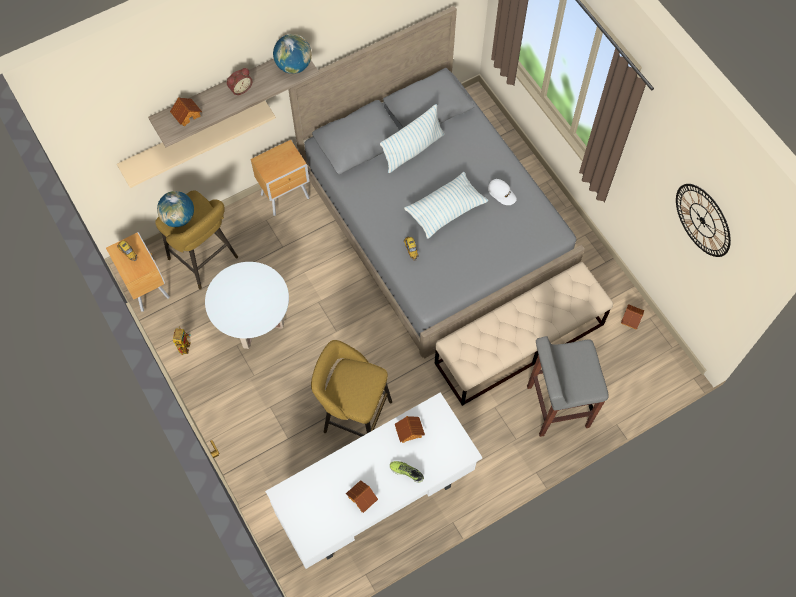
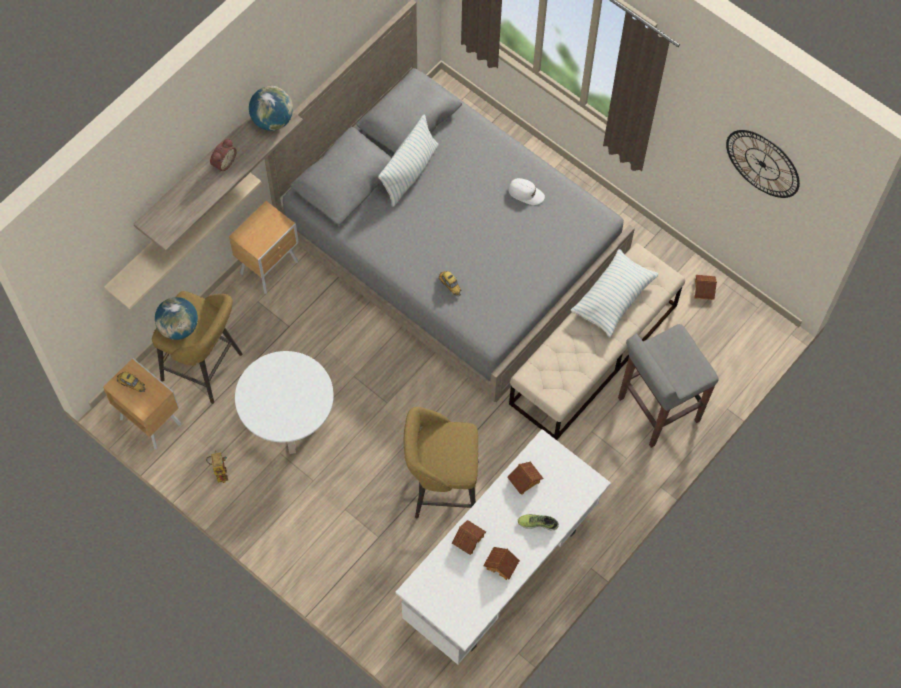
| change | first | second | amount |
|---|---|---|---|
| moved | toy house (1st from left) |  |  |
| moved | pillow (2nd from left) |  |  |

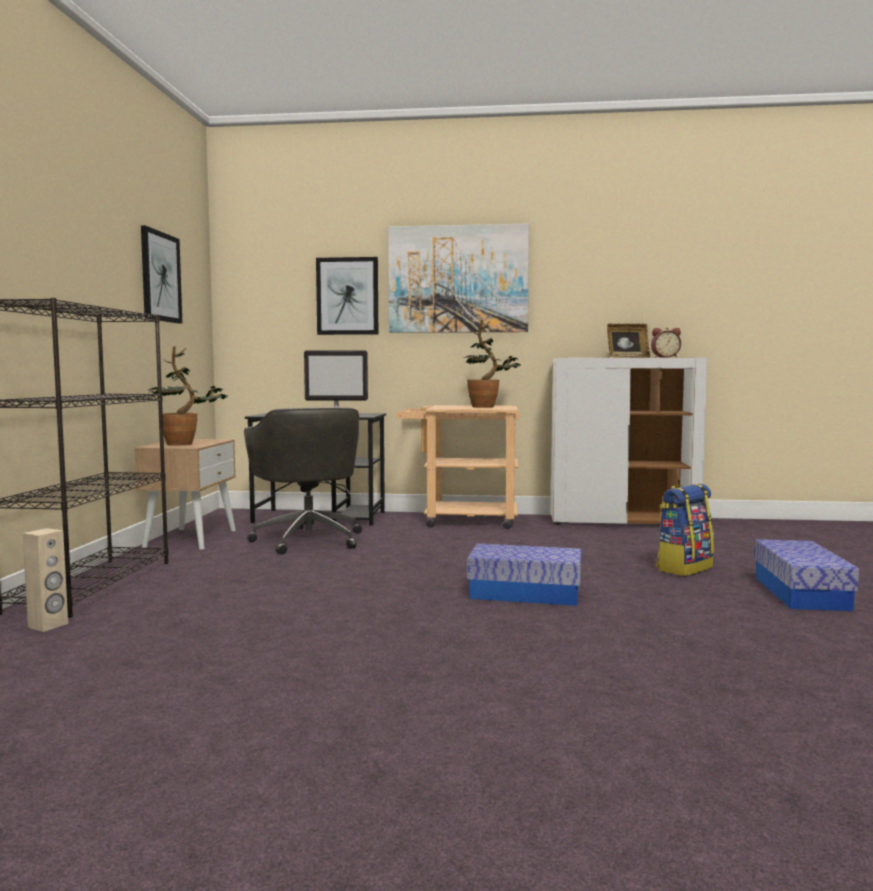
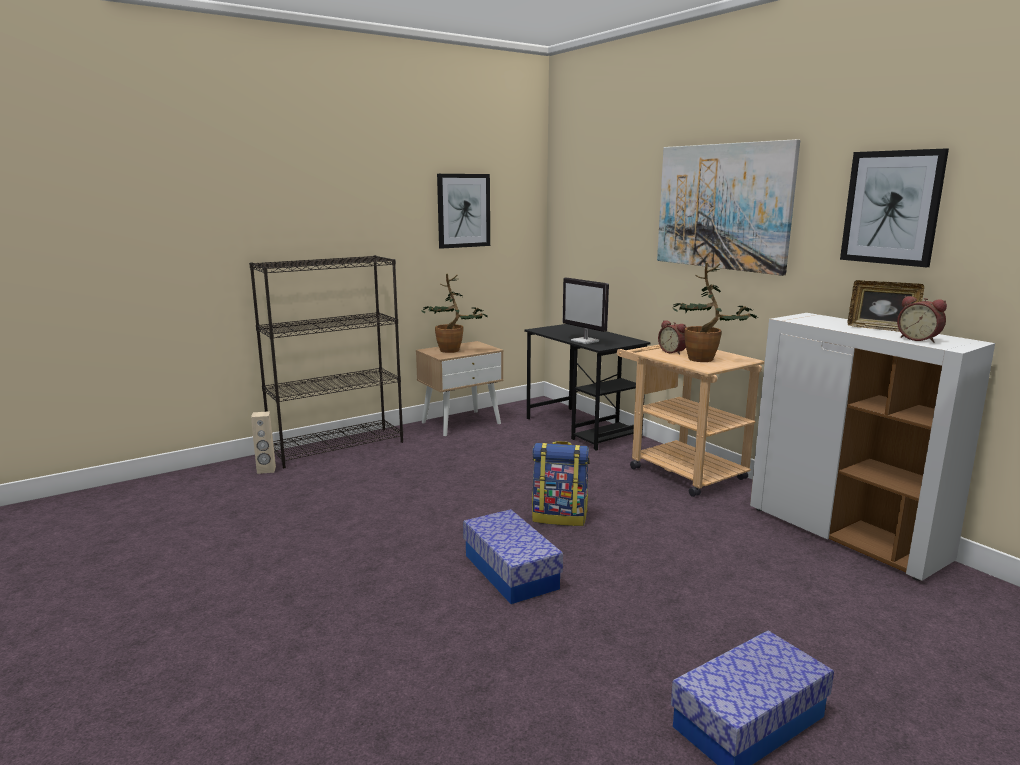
| change | first | second | amount |
|---|---|---|---|
| removed | grey office chair |  |  |
| added |  | alarm clock (1st from left) |  |
| moved | picture (2nd from left in the first image) | picture (3rd from left) |  |
| moved | backpack |  |  |

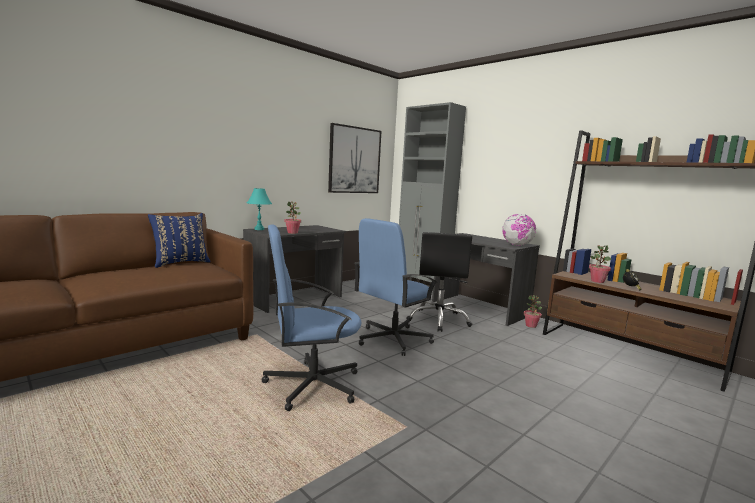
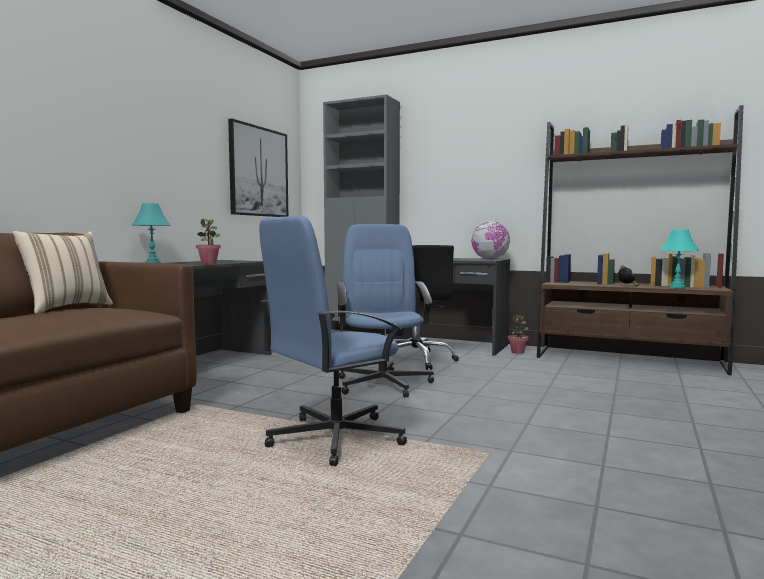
| change | first | second | amount |
|---|---|---|---|
| removed | potted plant (3rd from left) |  |  |
| added |  | turquoise table lamp (2nd from left) |  |
| recoloured | blue pillow | beige pillow |  |
| turned | blue office chair (2nd from left) |  | 150 degrees clockwise |

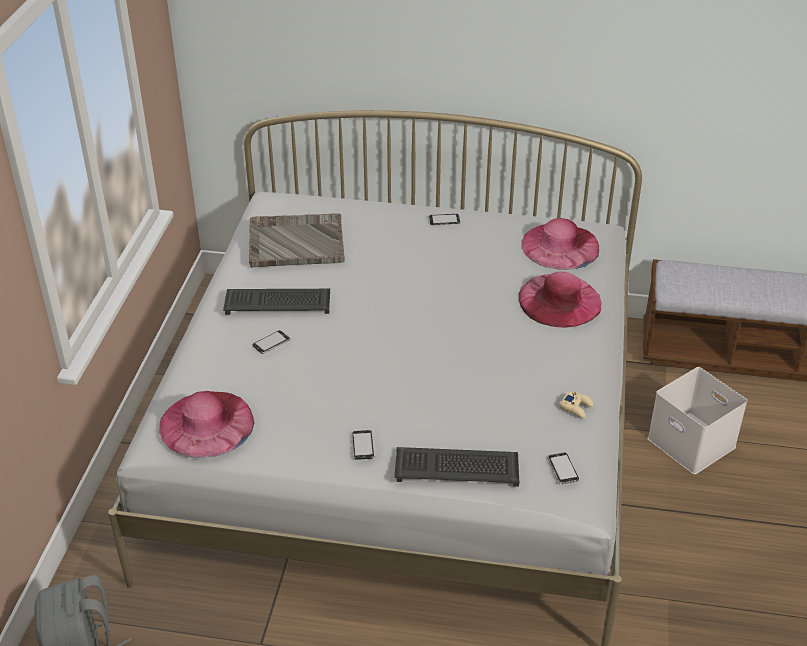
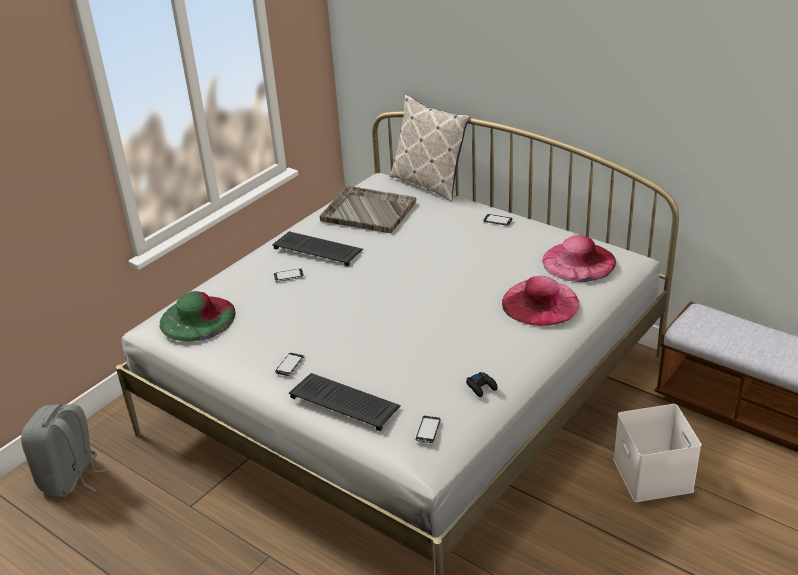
| change | first | second | amount |
|---|---|---|---|
| added |  | pillow |  |
| recoloured | pink hat (1st from left) | green hat |  |
| recoloured | beige game controller | black game controller |  |

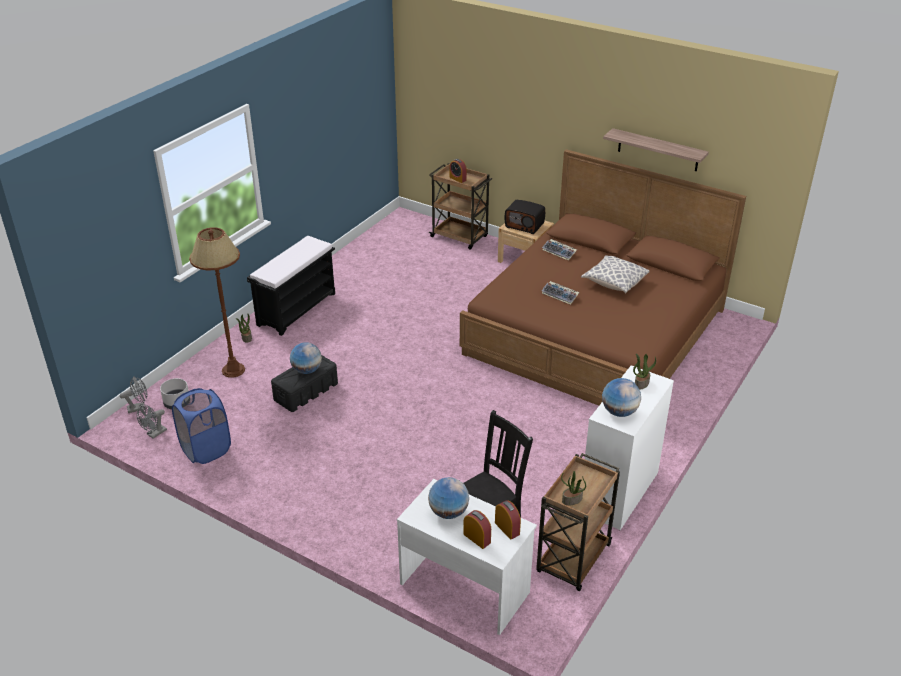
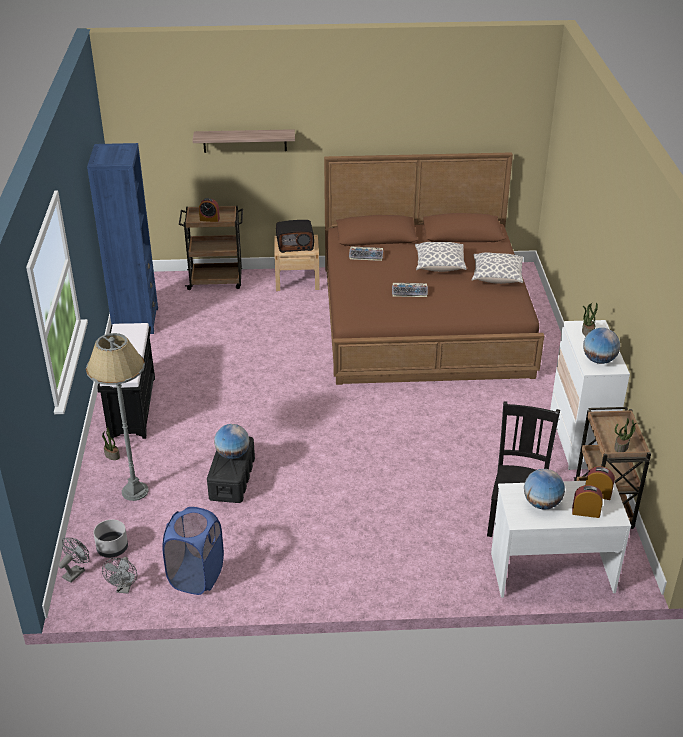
| change | first | second | amount |
|---|---|---|---|
| added |  | blue bookcase |  |
| added |  | pillow (2nd from left) |  |
| moved | shelf |  |  |
| recoloured | brown floor lamp | grey floor lamp |  |

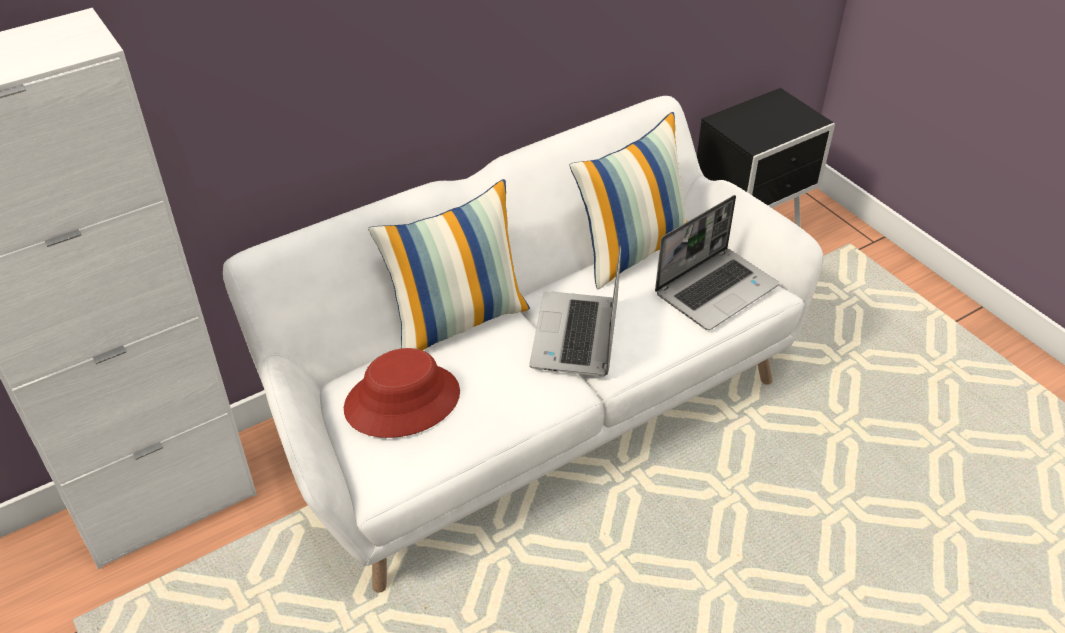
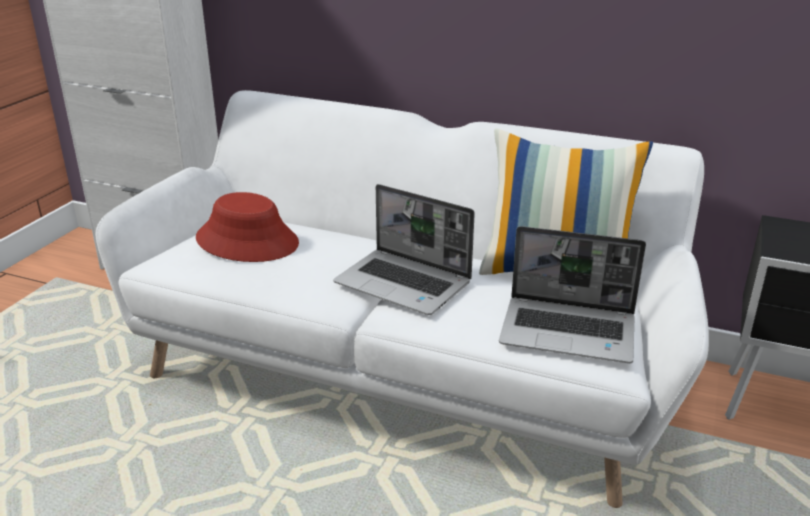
| change | first | second | amount |
|---|---|---|---|
| removed | pillow (1st from left) |  |  |
| turned | laptop (1st from left) |  | 120 degrees counterclockwise |

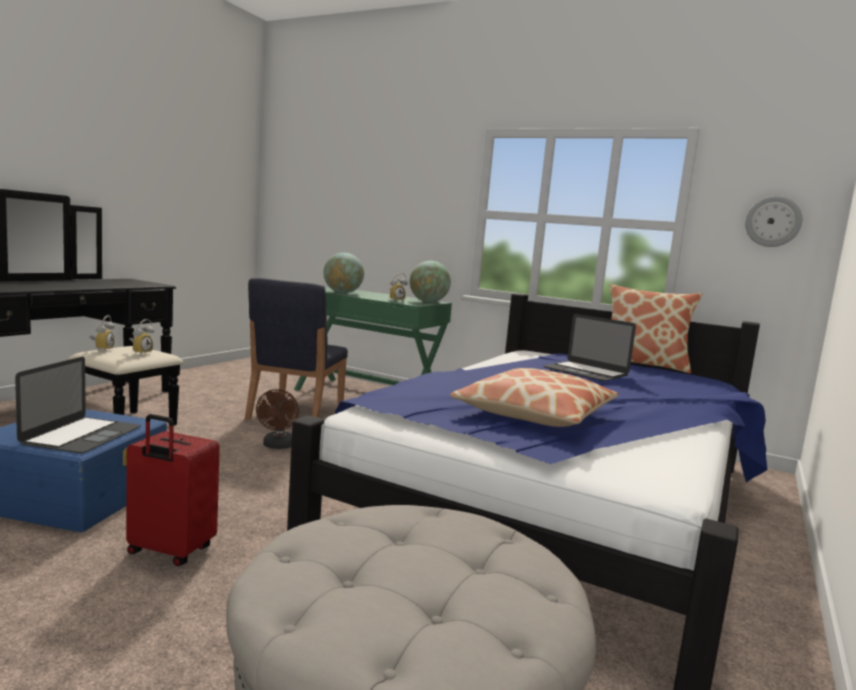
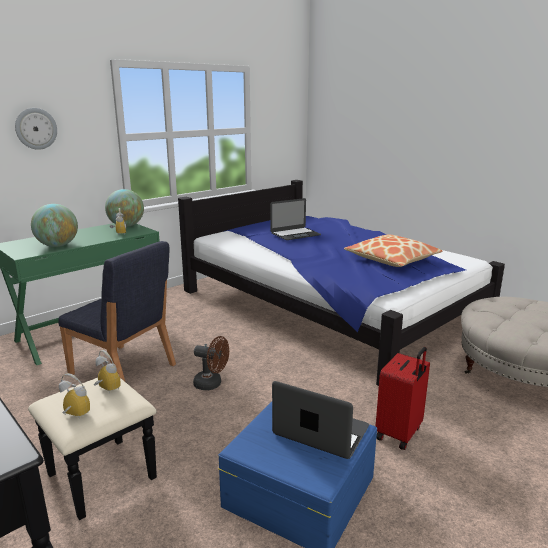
| change | first | second | amount |
|---|---|---|---|
| removed | pillow (2nd from left) |  |  |
| moved | wall clock |  |  |

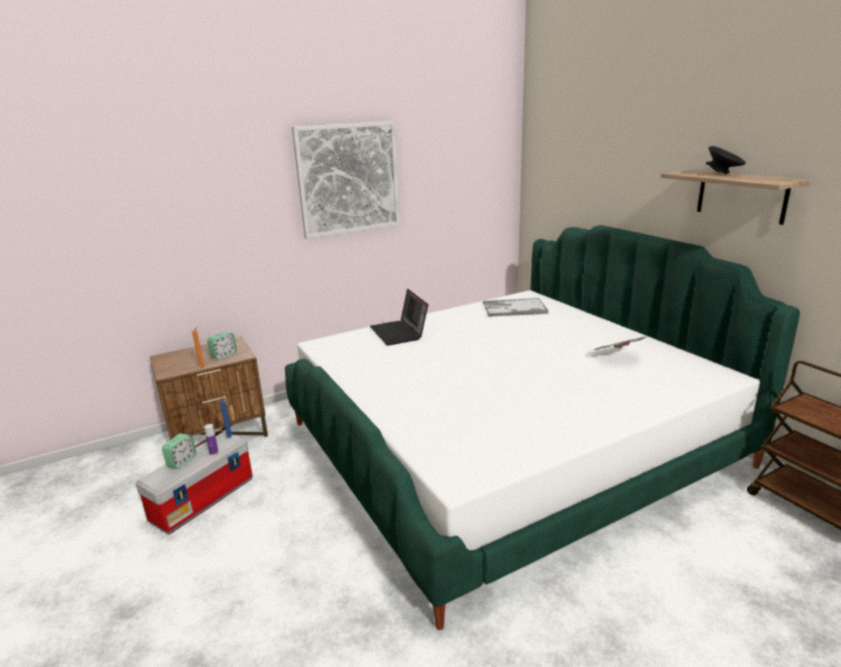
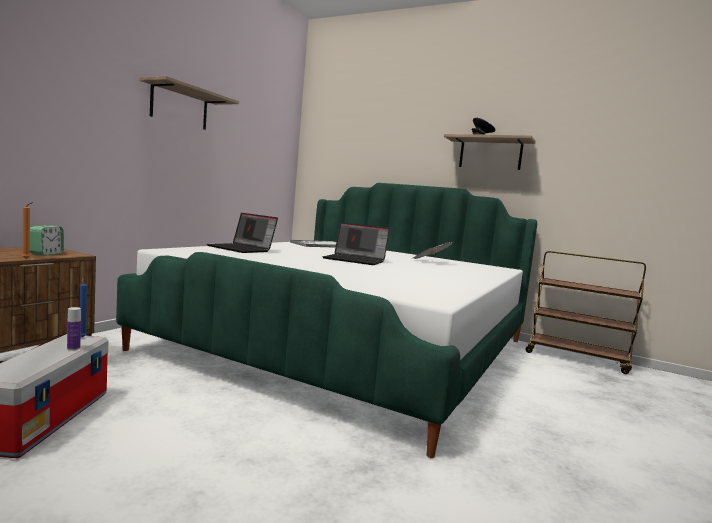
| change | first | second | amount |
|---|---|---|---|
| removed | alarm clock (1st from left) |  |  |
| added |  | laptop (2nd from left) |  |
| replaced | picture | shelf (1st from left) |  |

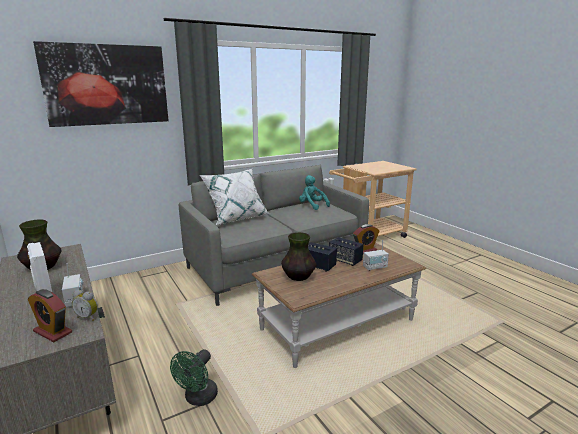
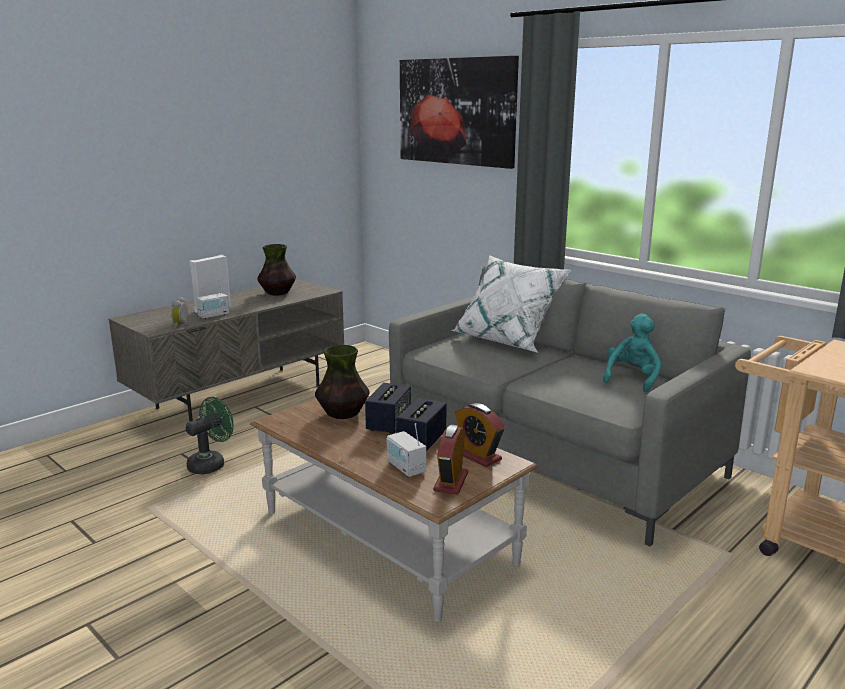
| change | first | second | amount |
|---|---|---|---|
| moved | alarm clock (1st from left in the first image) | alarm clock (2nd from left) |  |
| turned | green fan |  | 120 degrees clockwise |

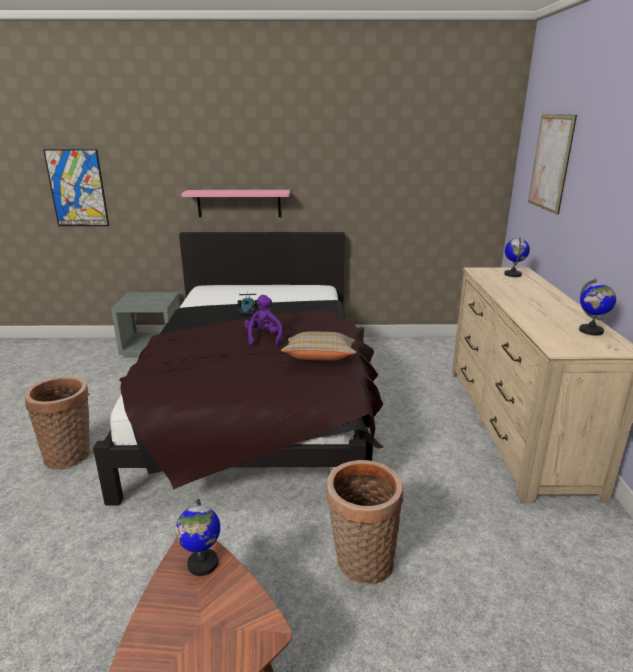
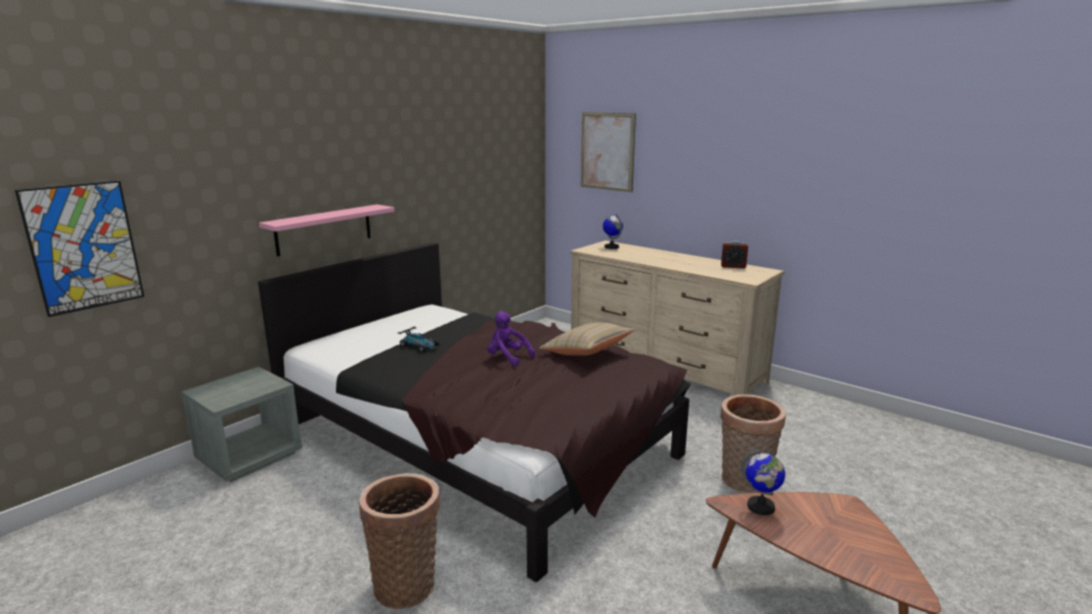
| change | first | second | amount |
|---|---|---|---|
| replaced | globe (3rd from left) | alarm clock |  |

